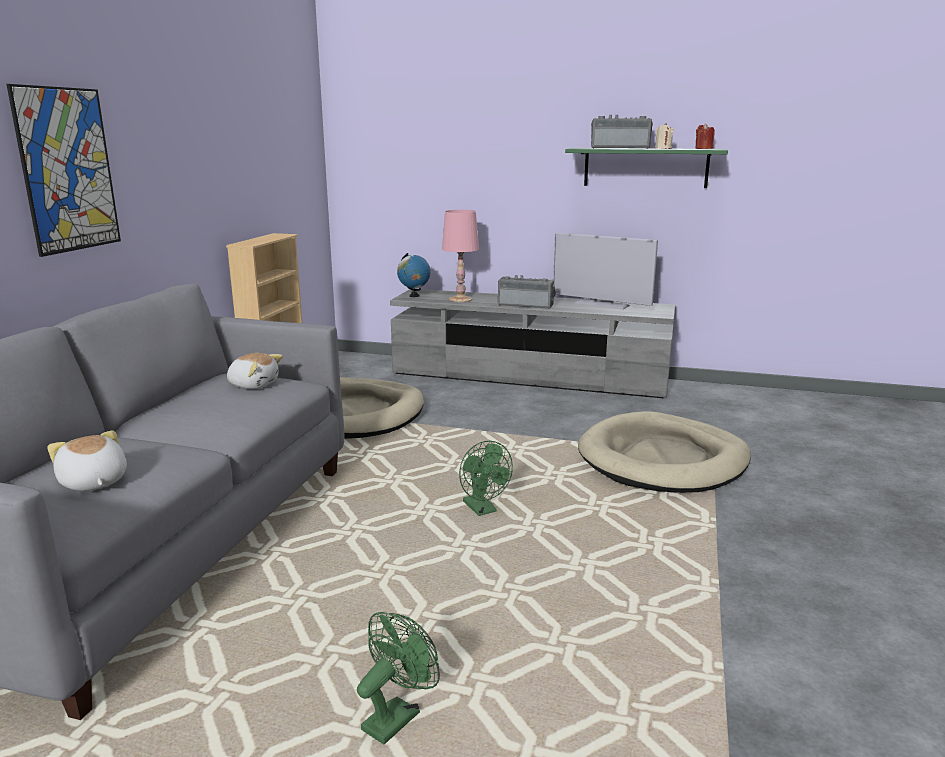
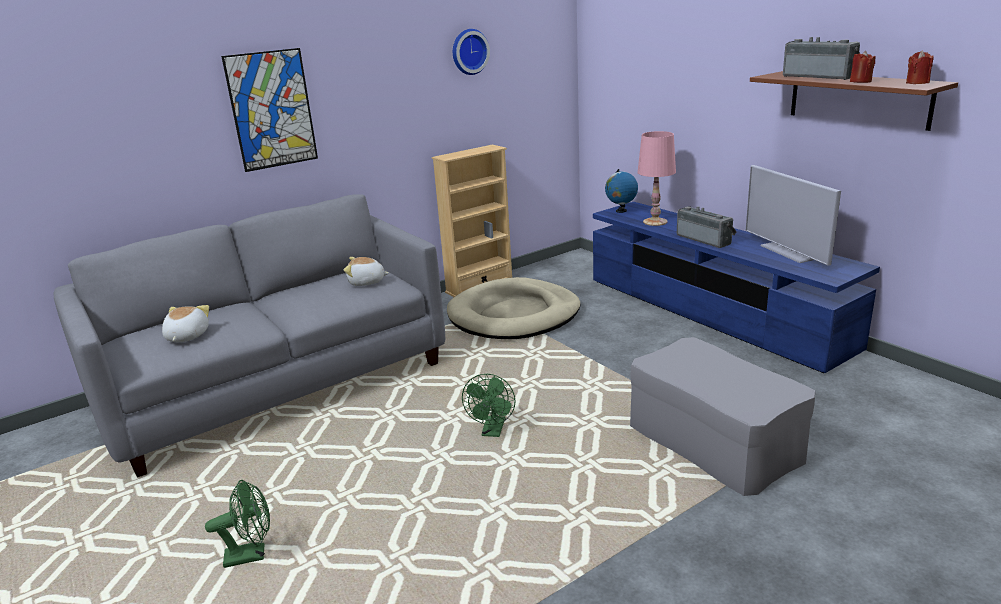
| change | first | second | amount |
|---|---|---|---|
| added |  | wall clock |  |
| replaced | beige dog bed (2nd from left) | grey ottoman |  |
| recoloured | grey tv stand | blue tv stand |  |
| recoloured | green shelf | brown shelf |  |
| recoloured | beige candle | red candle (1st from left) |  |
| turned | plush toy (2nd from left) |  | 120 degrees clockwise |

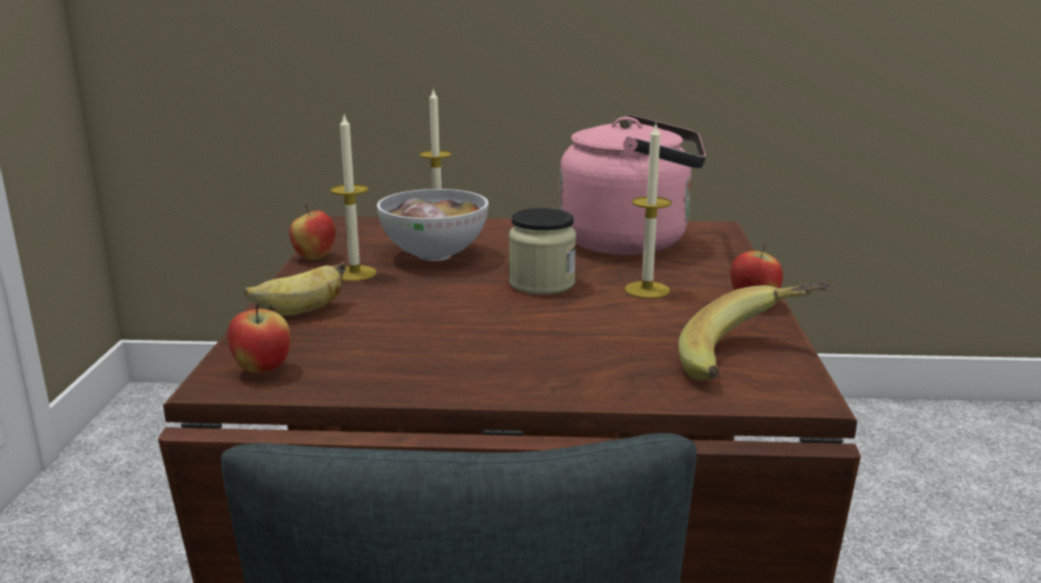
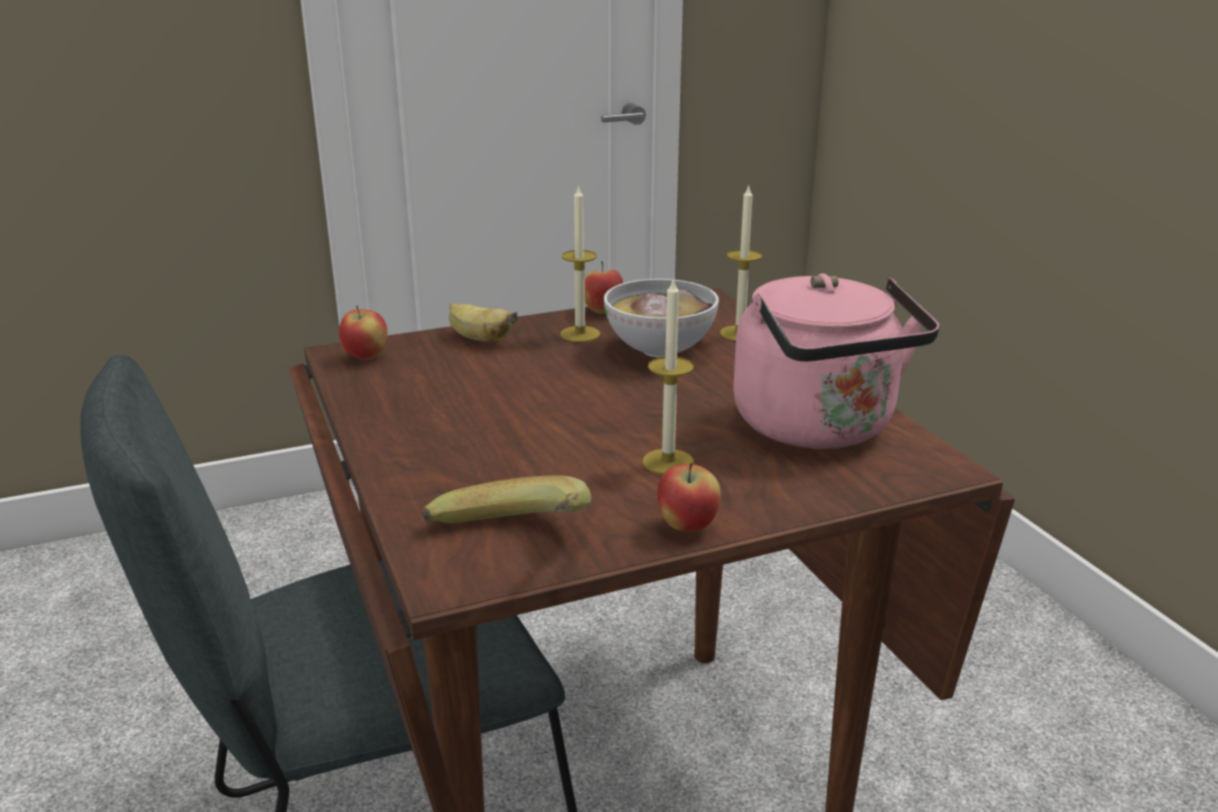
| change | first | second | amount |
|---|---|---|---|
| removed | jar |  |  |

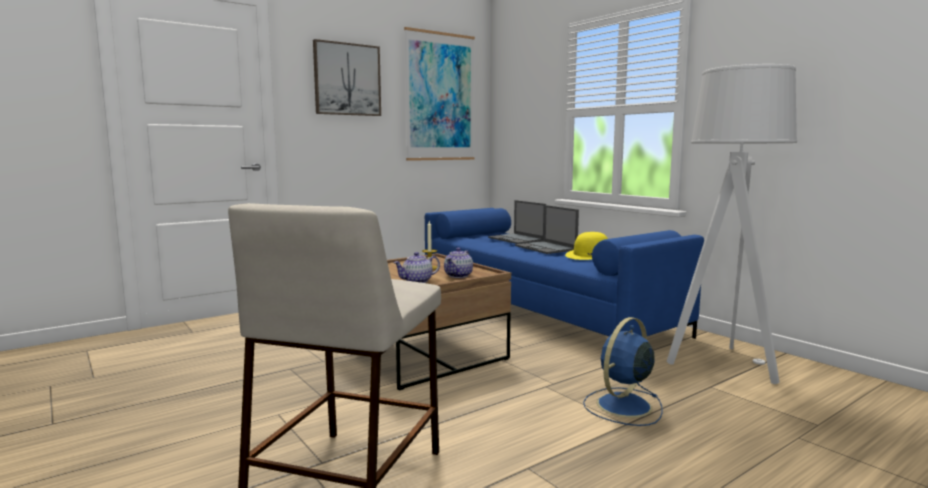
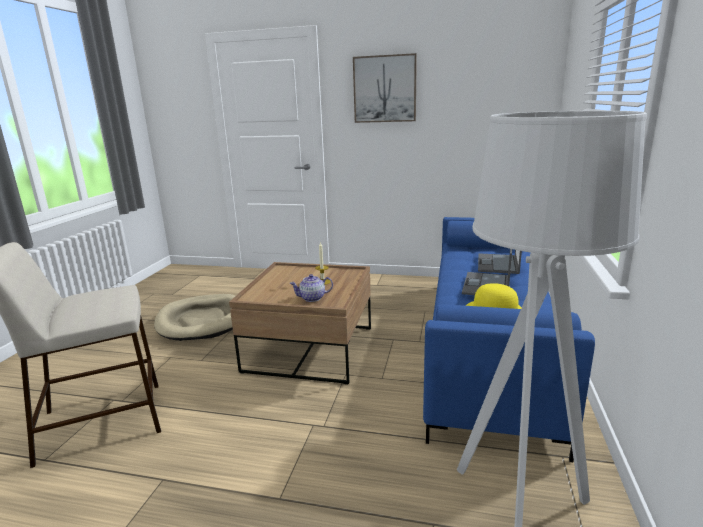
| change | first | second | amount |
|---|---|---|---|
| removed | teapot (1st from left) |  |  |
| removed | picture (2nd from left) |  |  |
| removed | blue fan |  |  |
| added |  | beige dog bed |  |

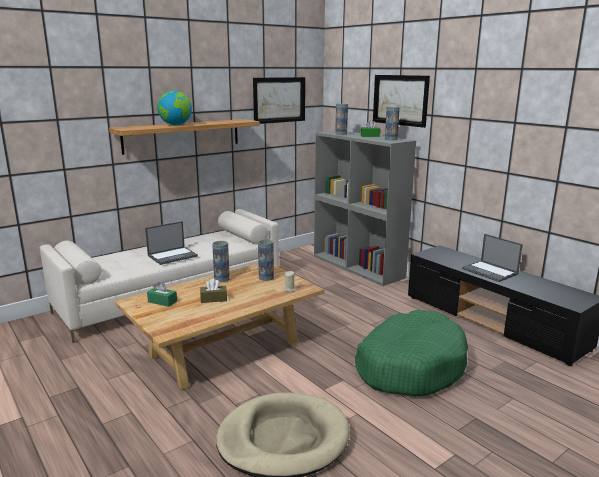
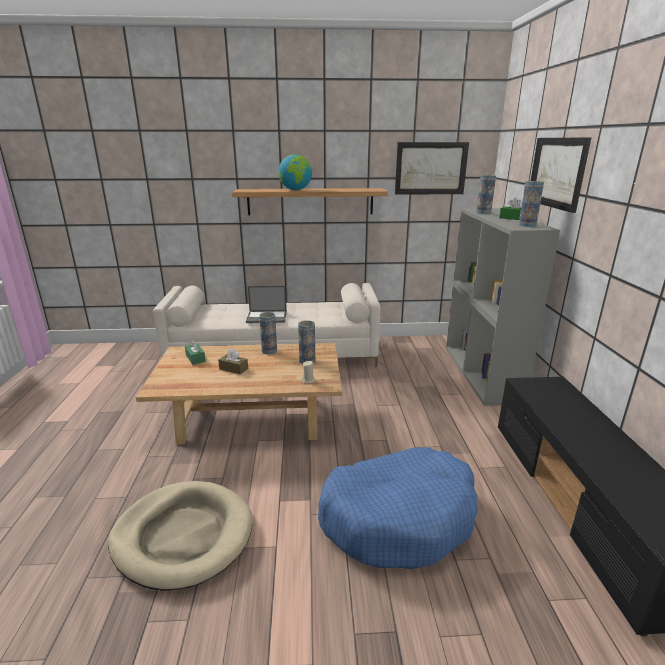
| change | first | second | amount |
|---|---|---|---|
| removed | laptop (2nd from left) |  |  |
| recoloured | green dog bed | blue dog bed |  |

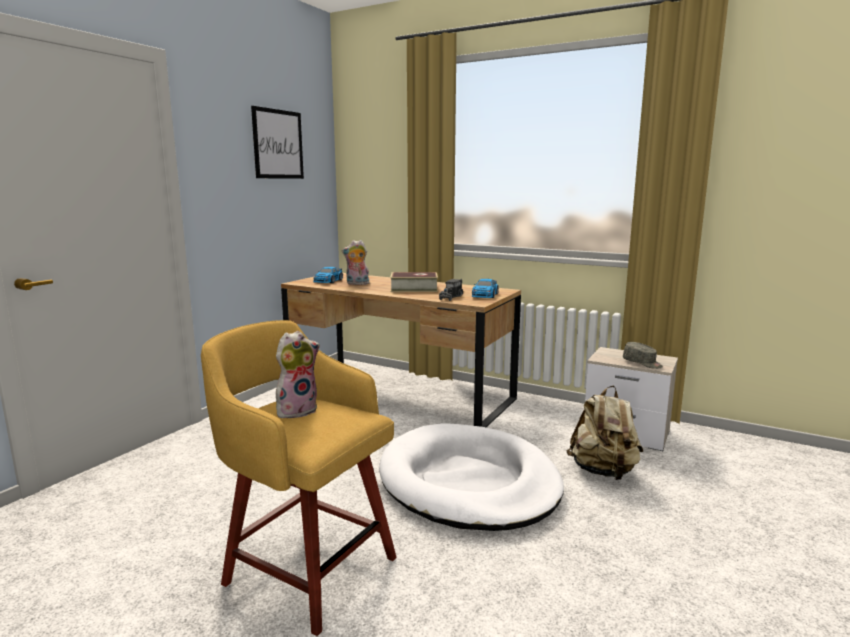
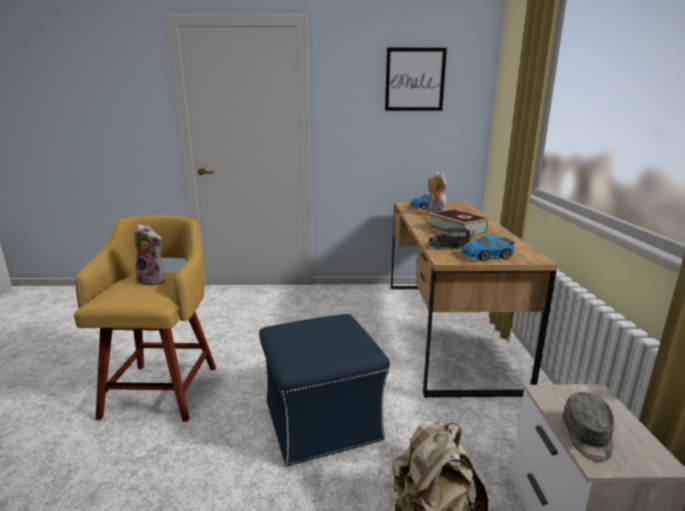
| change | first | second | amount |
|---|---|---|---|
| replaced | white dog bed | blue ottoman |  |

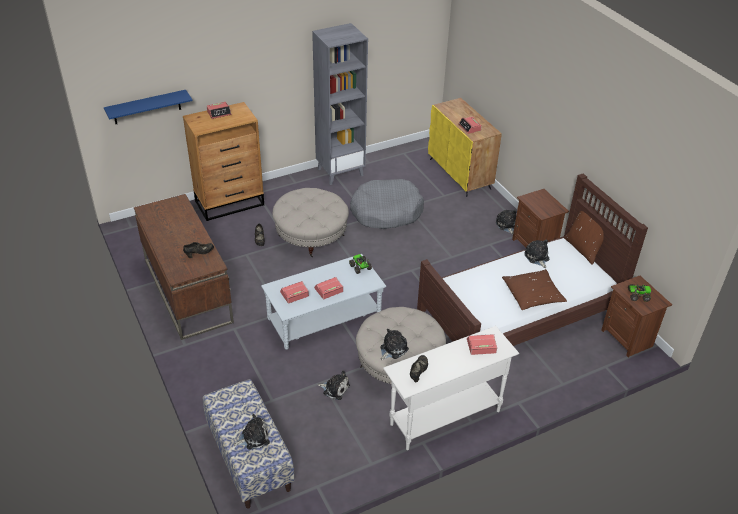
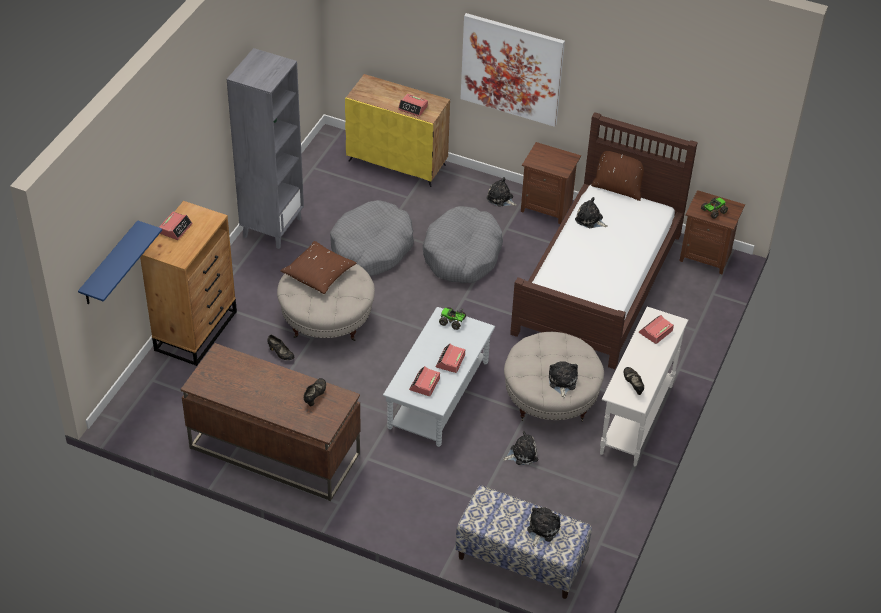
| change | first | second | amount |
|---|---|---|---|
| added |  | grey dog bed (2nd from left) |  |
| added |  | picture |  |
| moved | brown pillow (1st from left) |  |  |

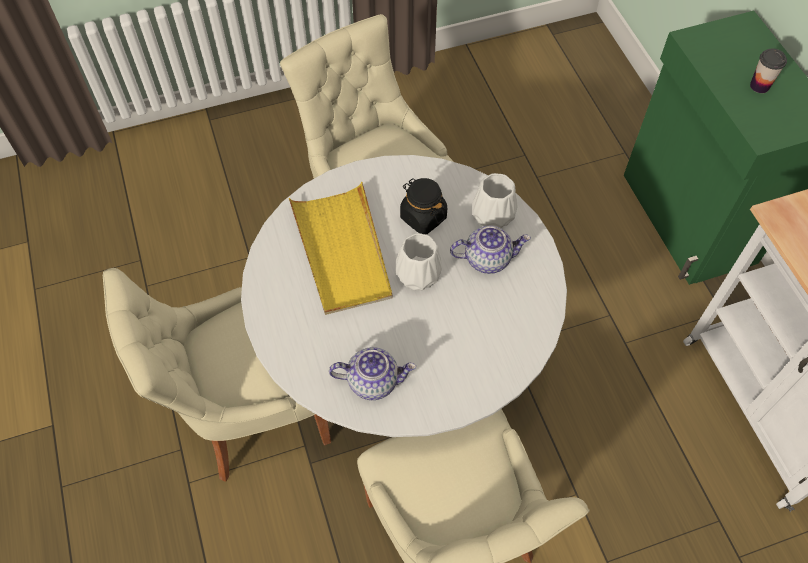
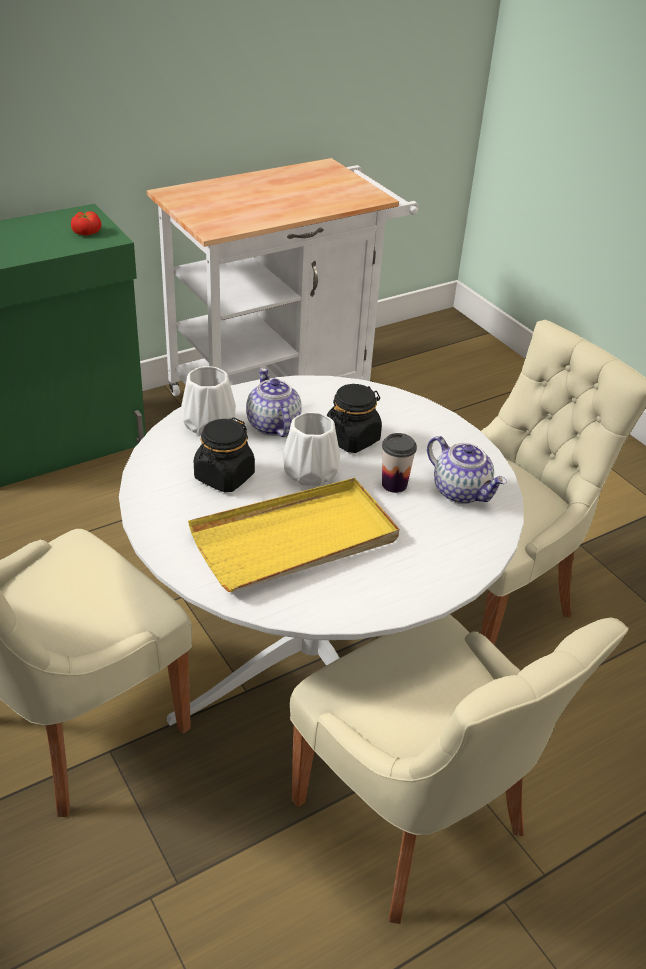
| change | first | second | amount |
|---|---|---|---|
| added |  | tomato |  |
| added |  | black jar (2nd from left) |  |
| moved | cup |  |  |
| turned | teapot (1st from left in the first image) | teapot (2nd from left) | 150 degrees clockwise |

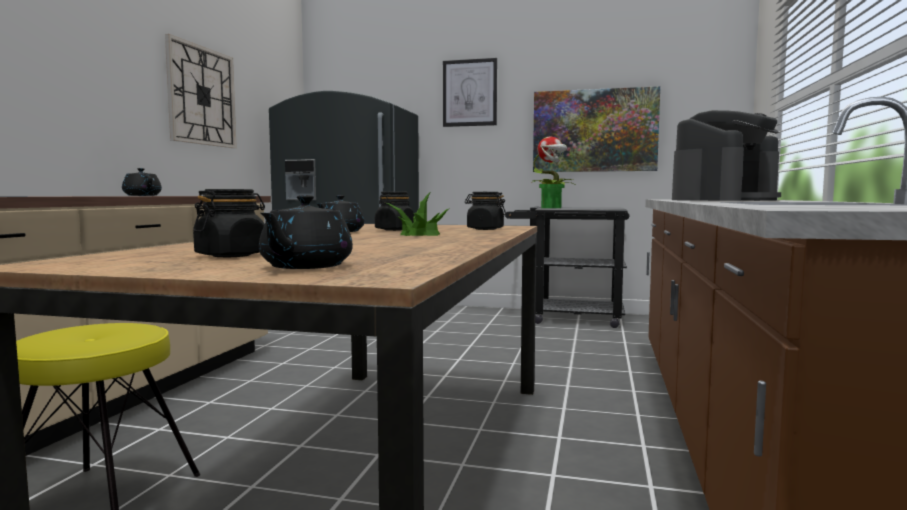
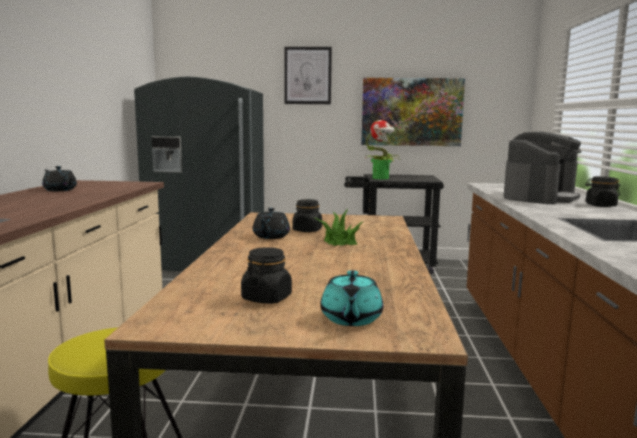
| change | first | second | amount |
|---|---|---|---|
| removed | wall clock |  |  |
| moved | black jar (3rd from left) |  |  |
| recoloured | black teapot (2nd from left) | turquoise teapot |  |

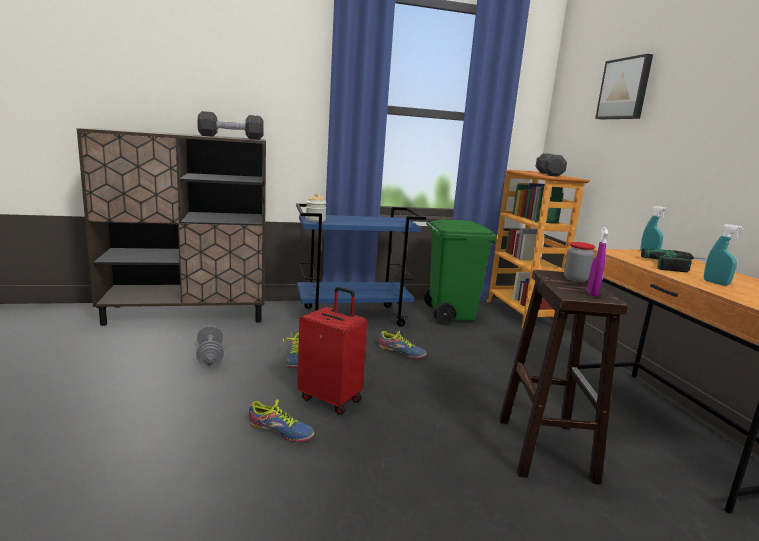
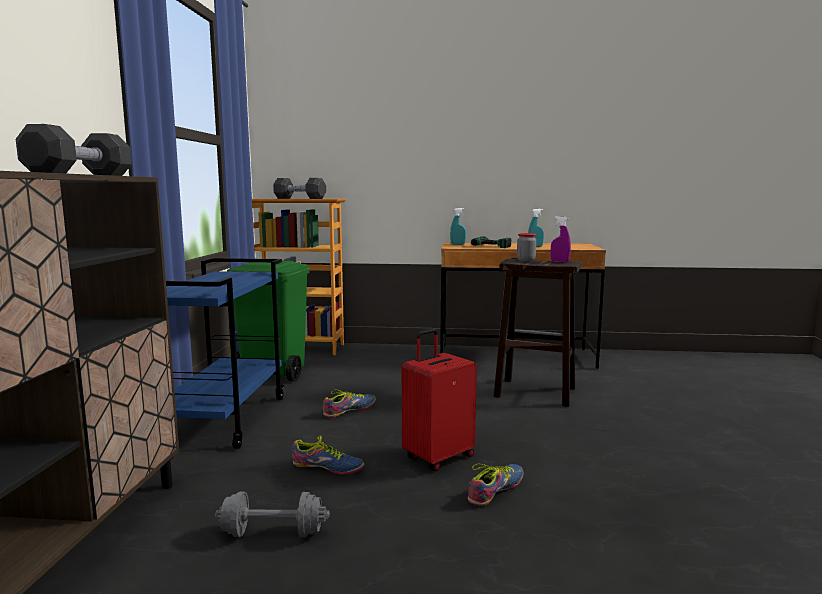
| change | first | second | amount |
|---|---|---|---|
| removed | jar (1st from left) |  |  |
| removed | picture |  |  |

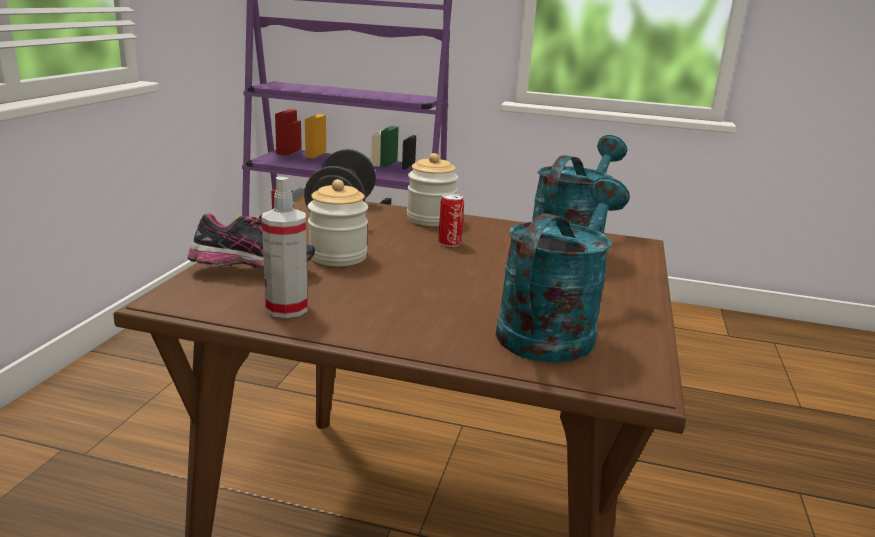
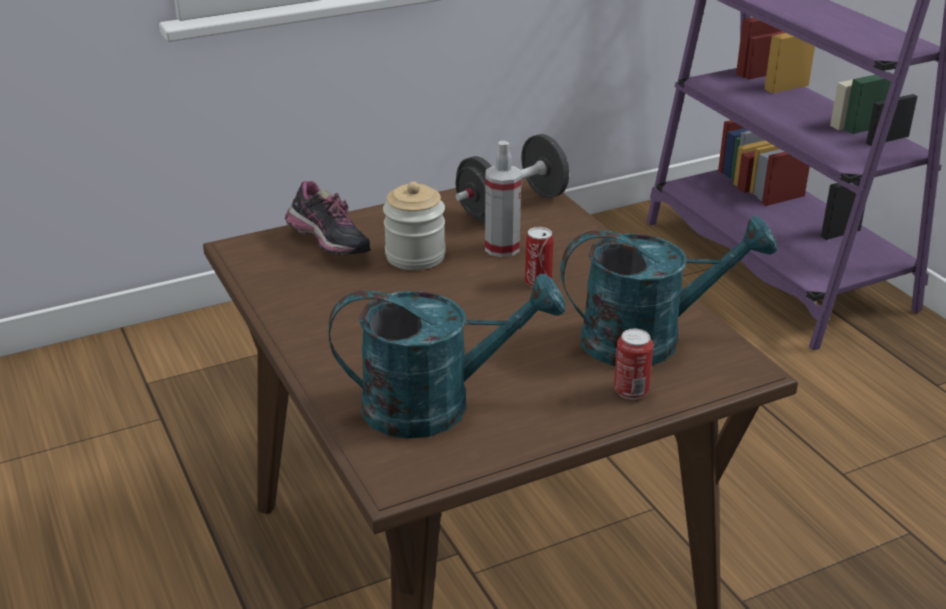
| change | first | second | amount |
|---|---|---|---|
| removed | jar (2nd from left) |  |  |
| added |  | can (2nd from left) |  |
| moved | spray bottle |  |  |

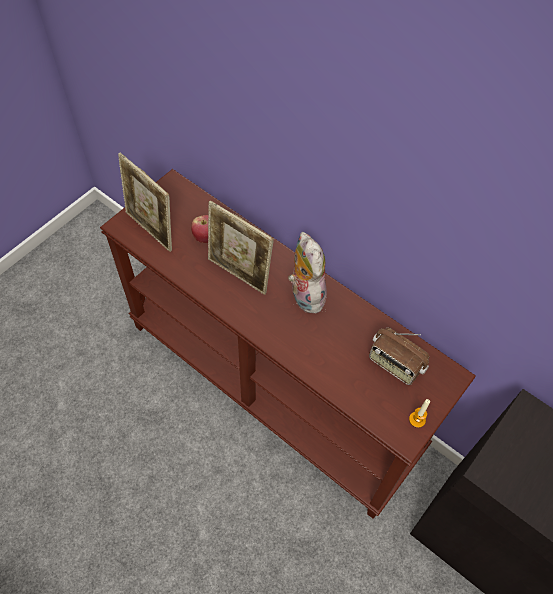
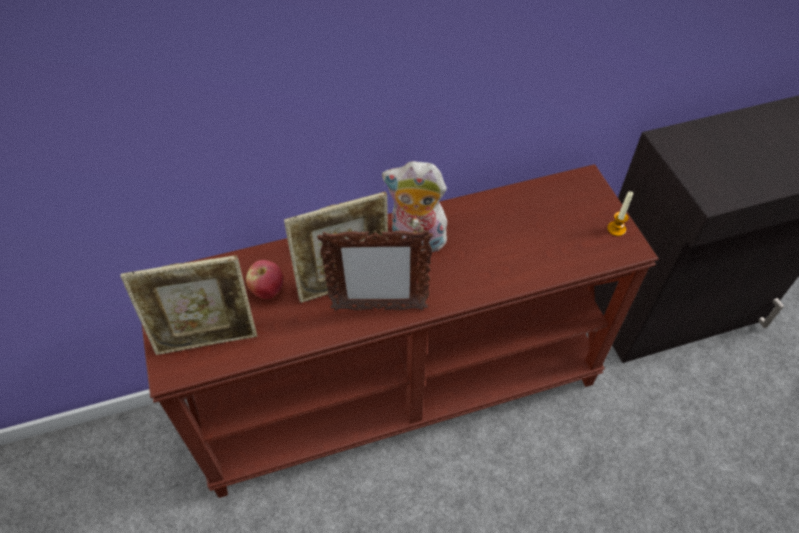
| change | first | second | amount |
|---|---|---|---|
| removed | radio |  |  |
| added |  | picture frame (3rd from left) |  |

